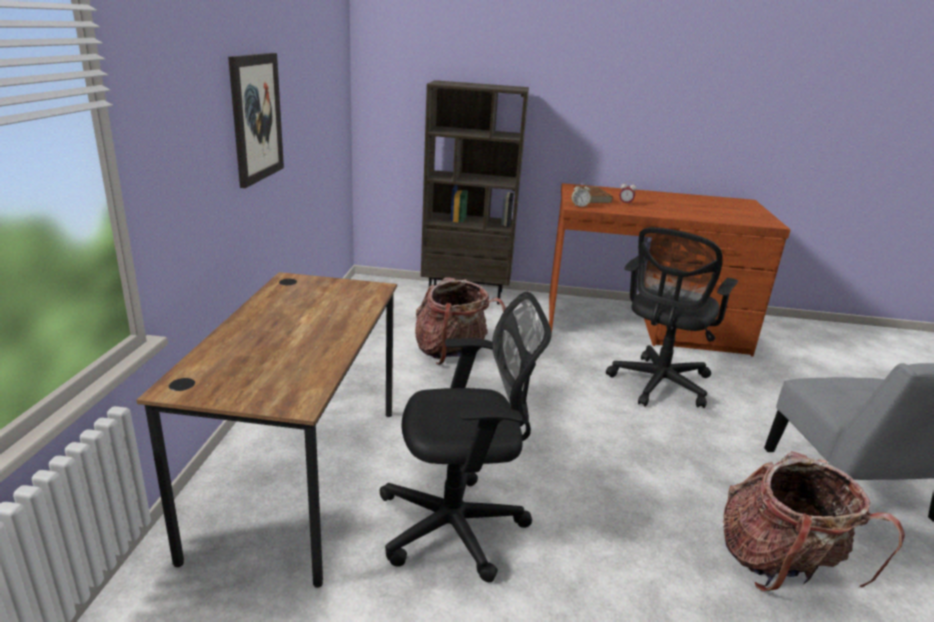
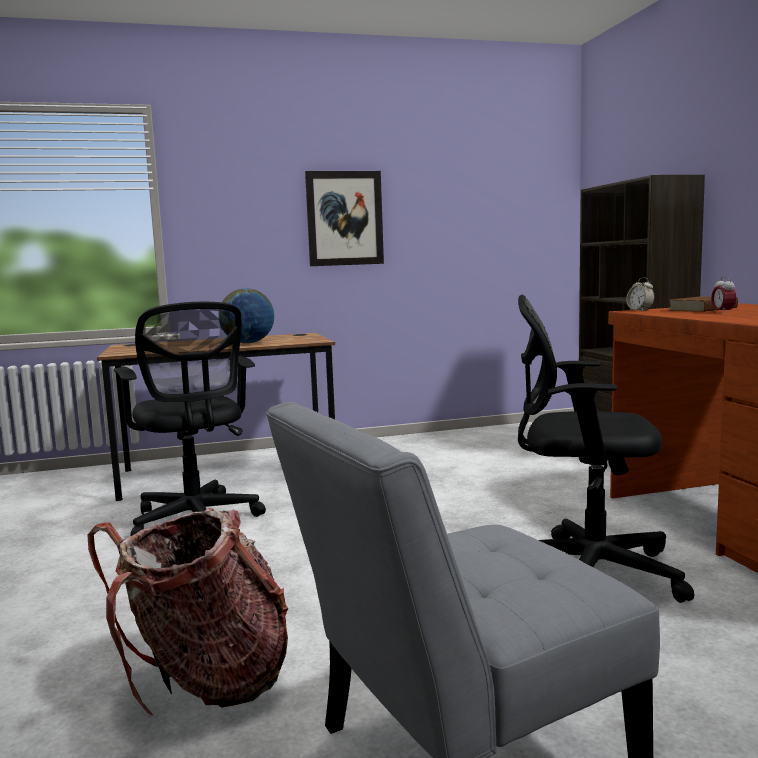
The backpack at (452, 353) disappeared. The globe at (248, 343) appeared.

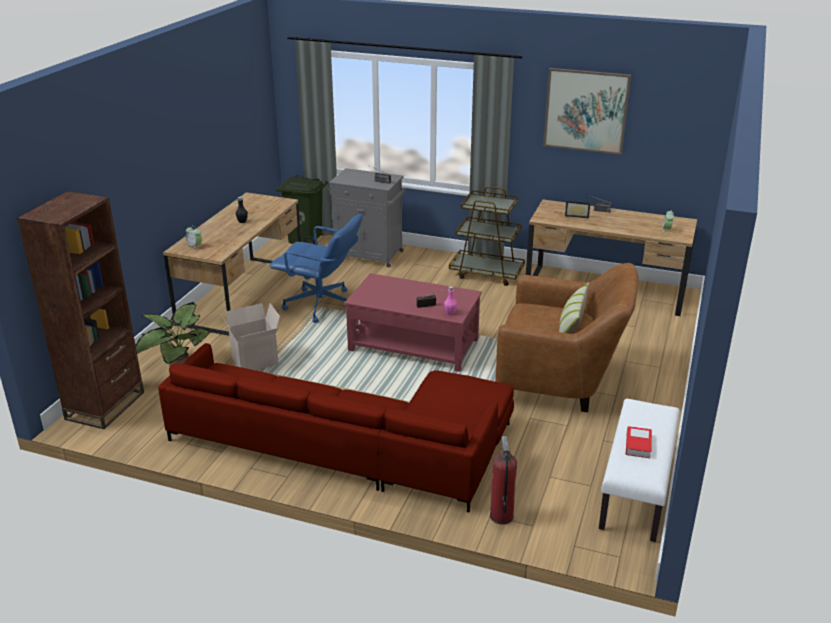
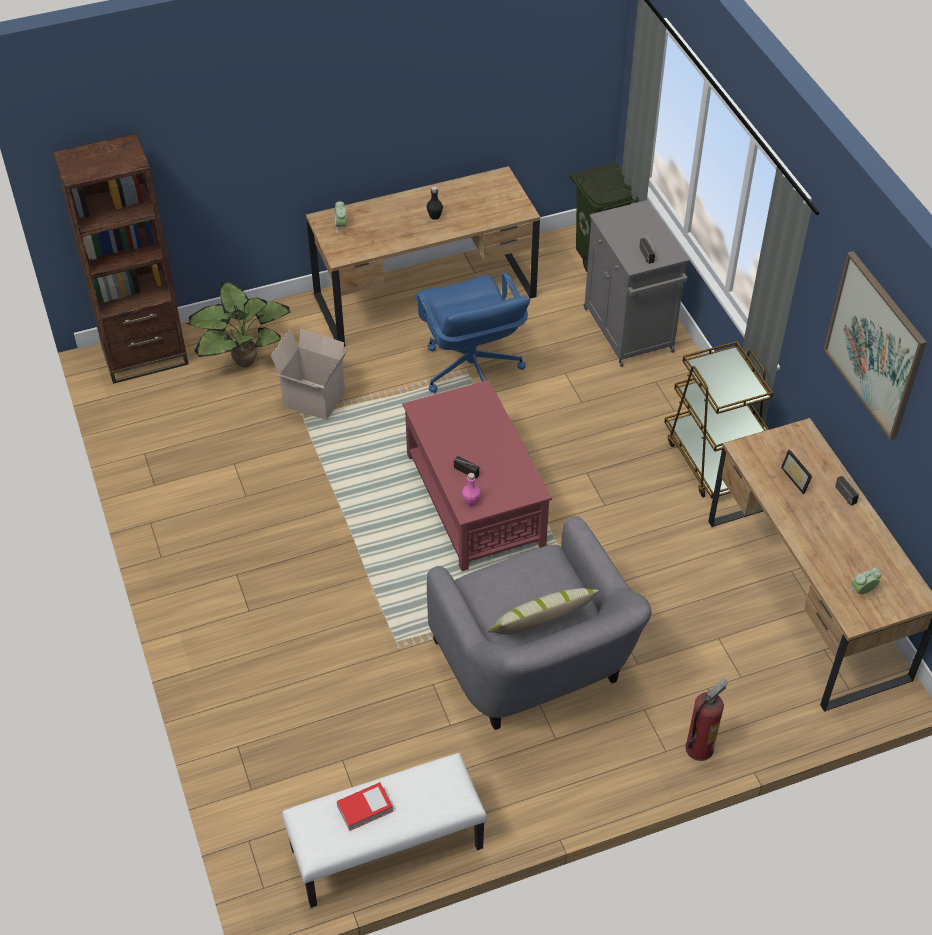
The red sofa at (350, 445) disappeared. The fire extinguisher moved from (501, 516) to (699, 748). The brown armchair at (560, 380) became the grey armchair at (535, 670).

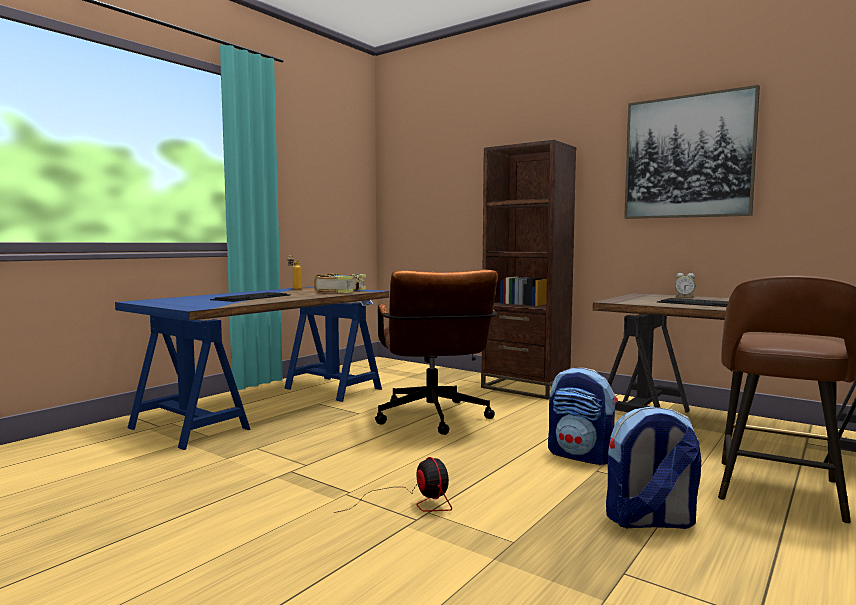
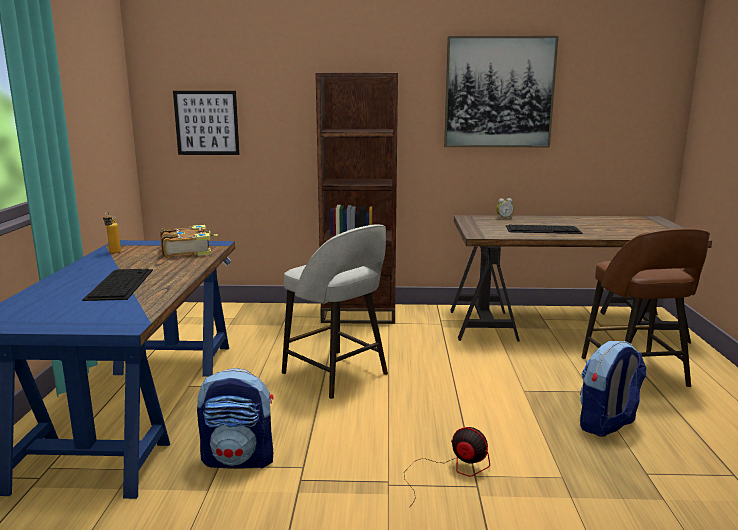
The picture at (206, 123) appeared. The backpack moved from (581, 456) to (239, 459). The brown office chair at (433, 420) was replaced by the grey stool at (337, 375).

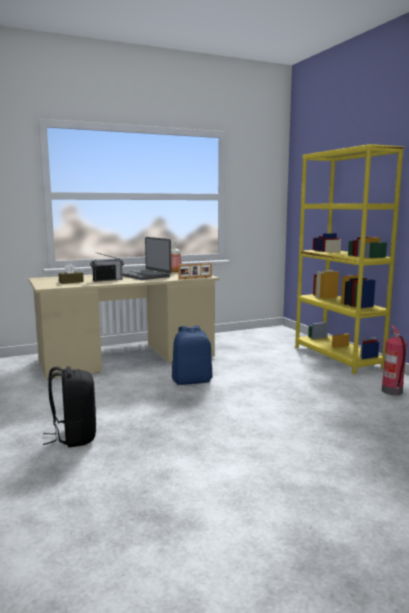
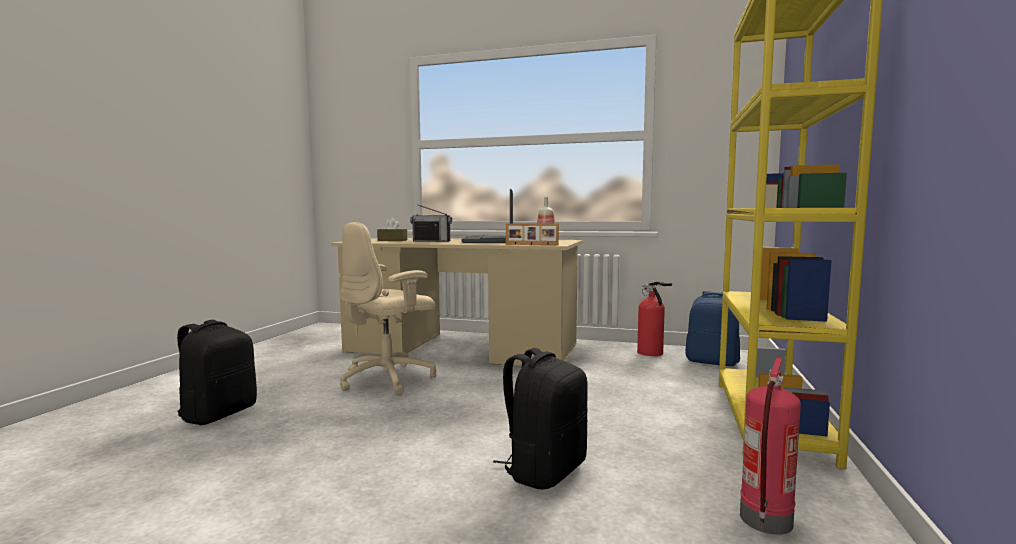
The beige office chair at (389, 379) appeared. The black backpack at (544, 470) appeared. The fire extinguisher at (651, 353) appeared. The blue backpack moved from (192, 381) to (712, 362).

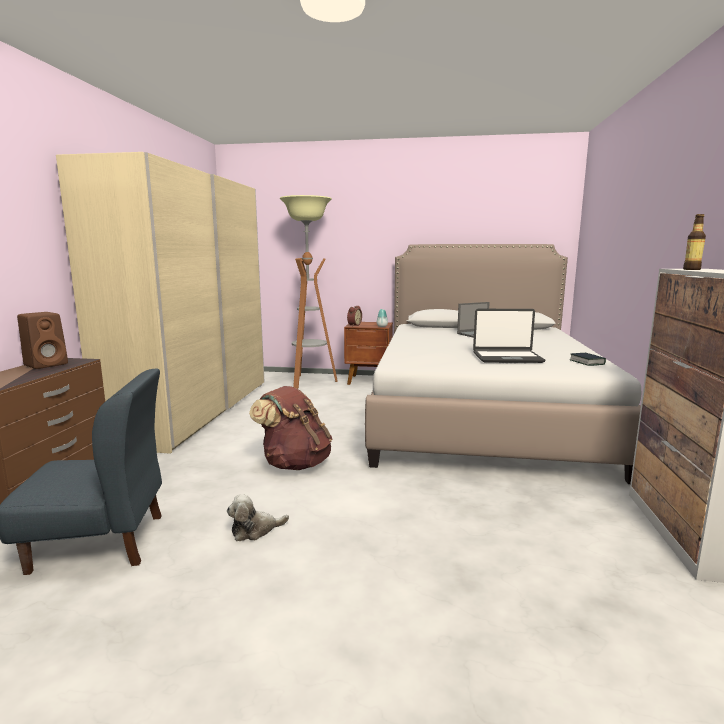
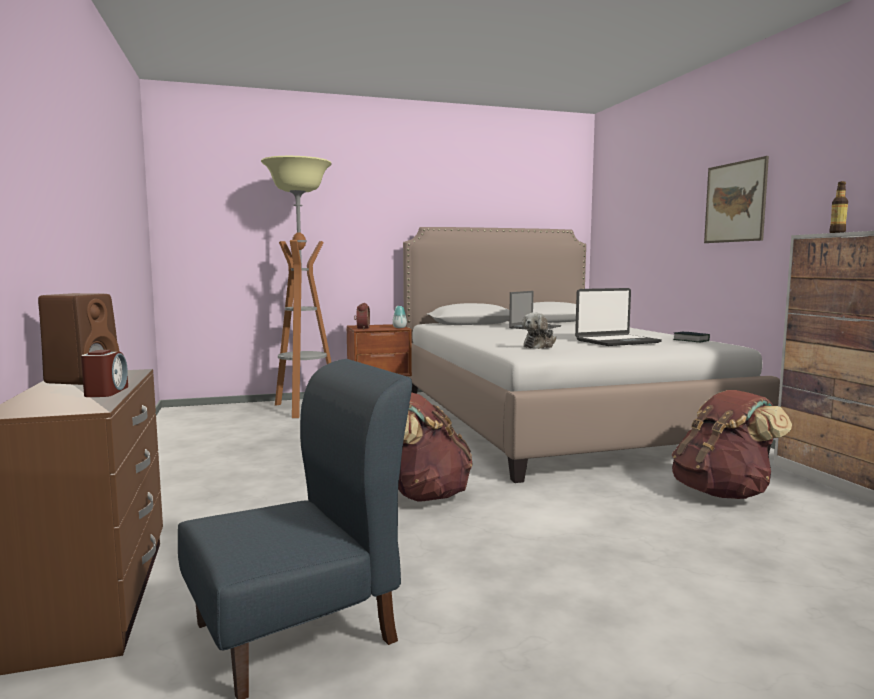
The beige wardrobe at (194, 410) disappeared. The alarm clock at (106, 392) appeared. The brown backpack at (722, 493) appeared. The picture at (735, 202) appeared. The plush toy moved from (255, 530) to (539, 346).

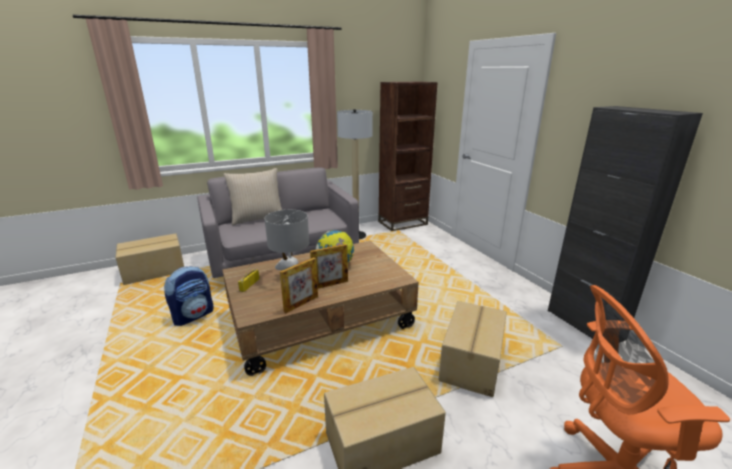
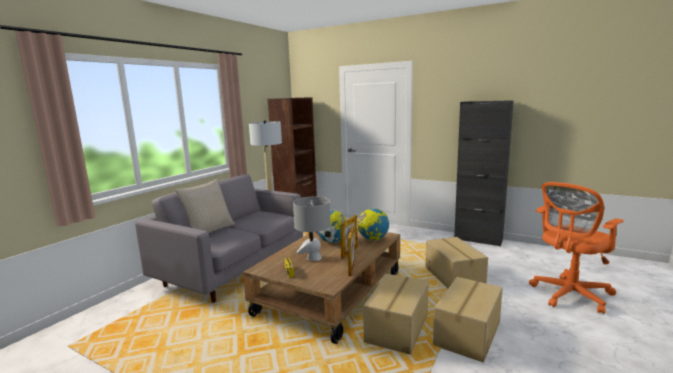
The backpack at (193, 315) disappeared. The globe at (373, 239) appeared. The cardboard box moved from (155, 271) to (398, 328).

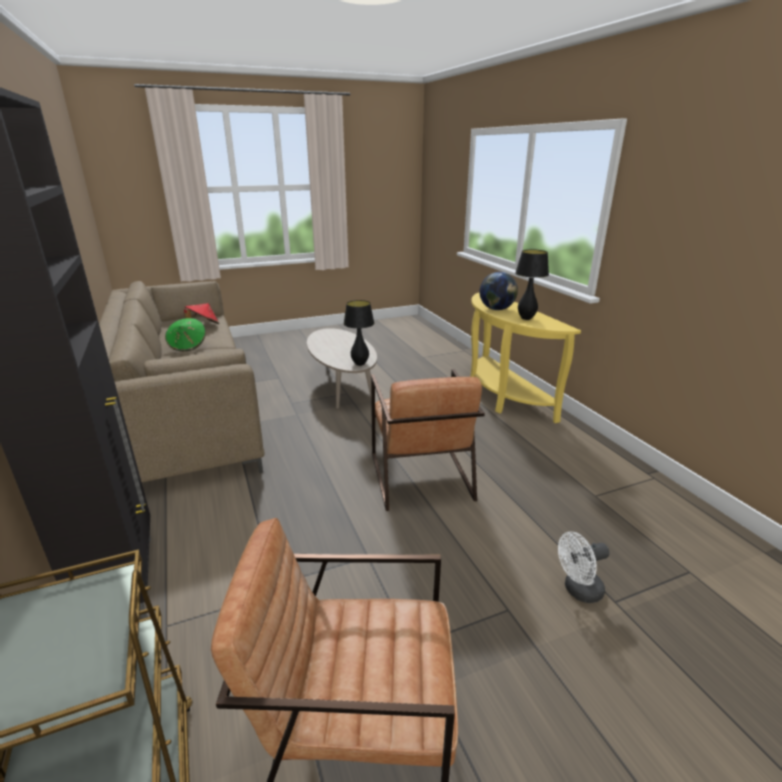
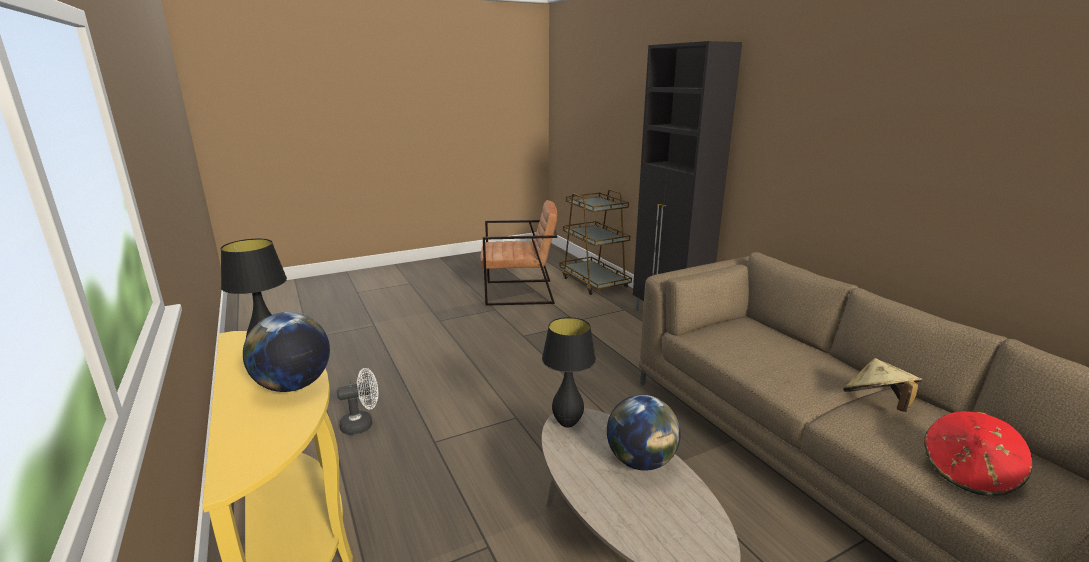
The brown armchair at (420, 476) disappeared. The globe at (640, 461) appeared. The white fan moved from (578, 590) to (362, 424). The green hat at (188, 346) became the beige hat at (877, 404).

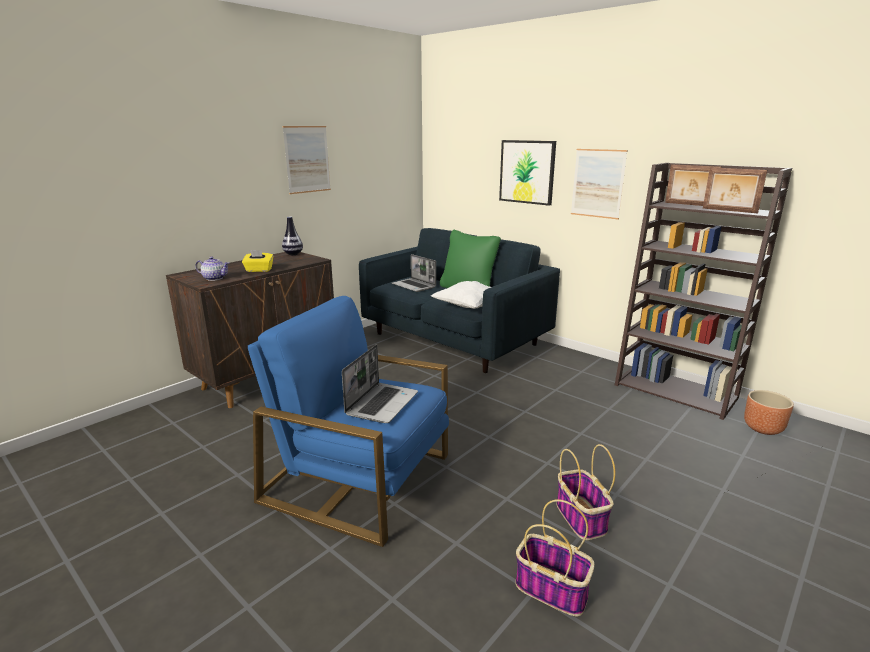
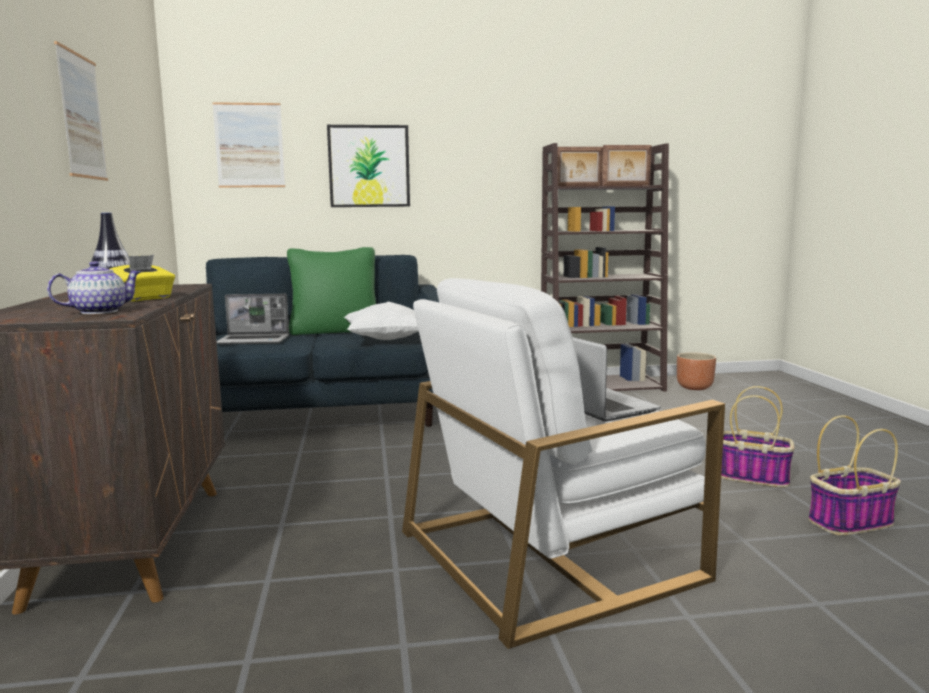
The picture moved from (597, 183) to (249, 145). The blue armchair at (360, 477) became the white armchair at (548, 552).

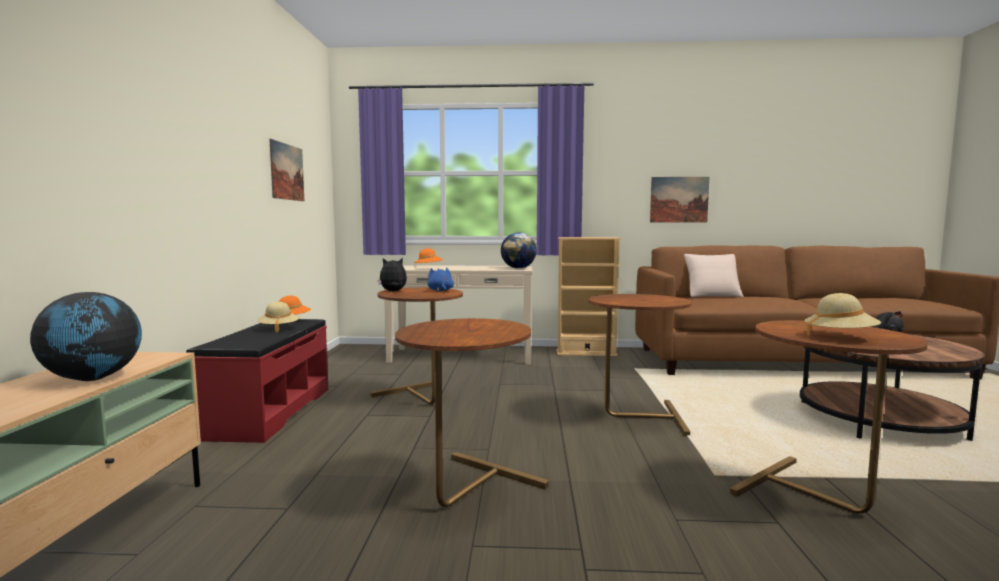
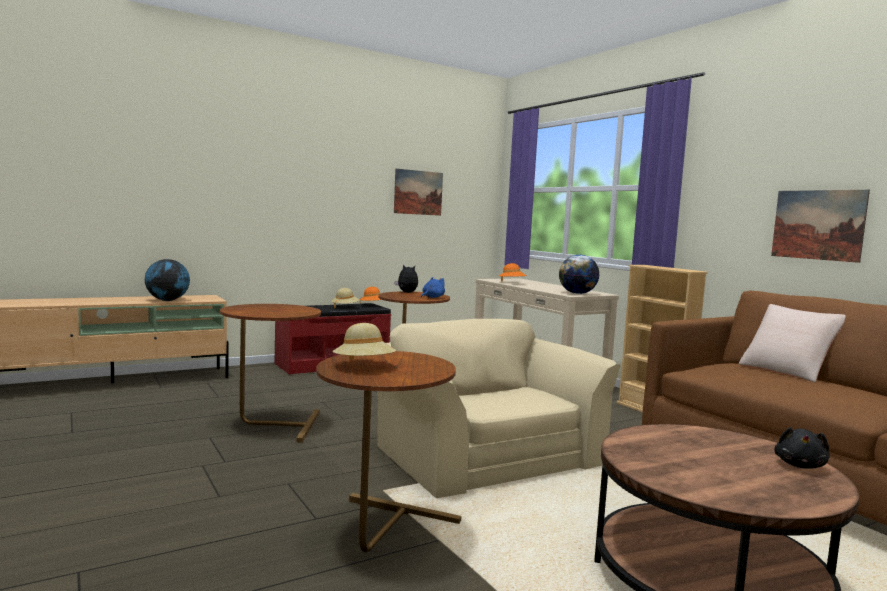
The brown side table at (636, 417) was replaced by the beige armchair at (484, 452).

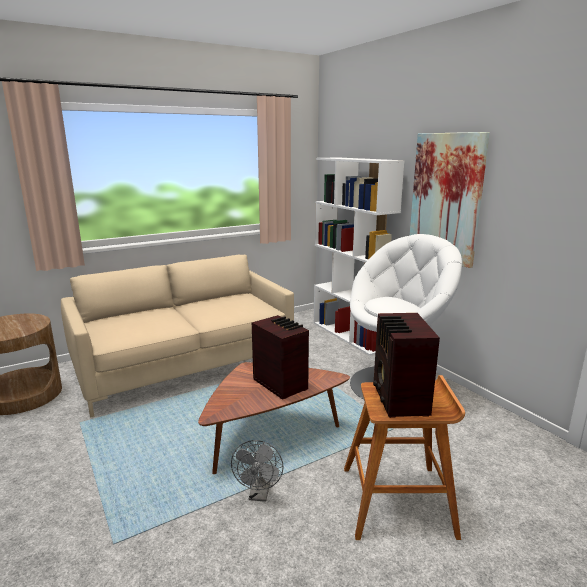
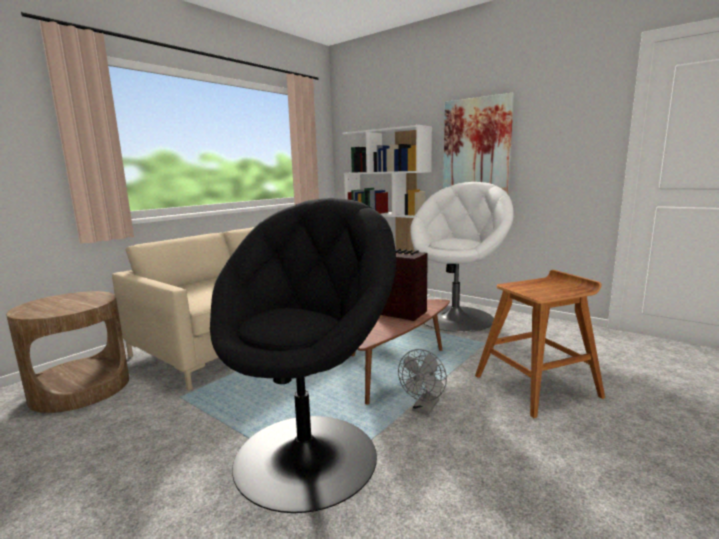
The radio at (399, 400) disappeared. The black armchair at (308, 456) appeared. The grey fan at (259, 494) turned 45 degrees clockwise.

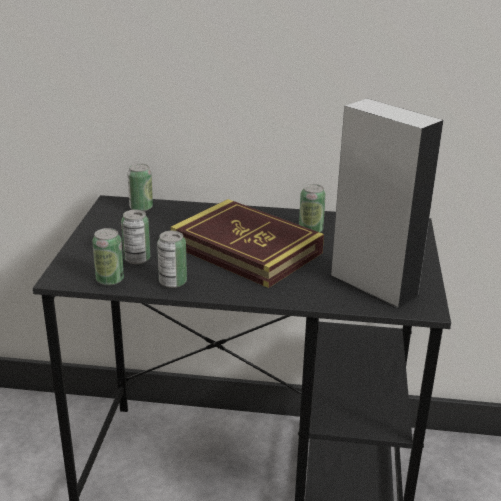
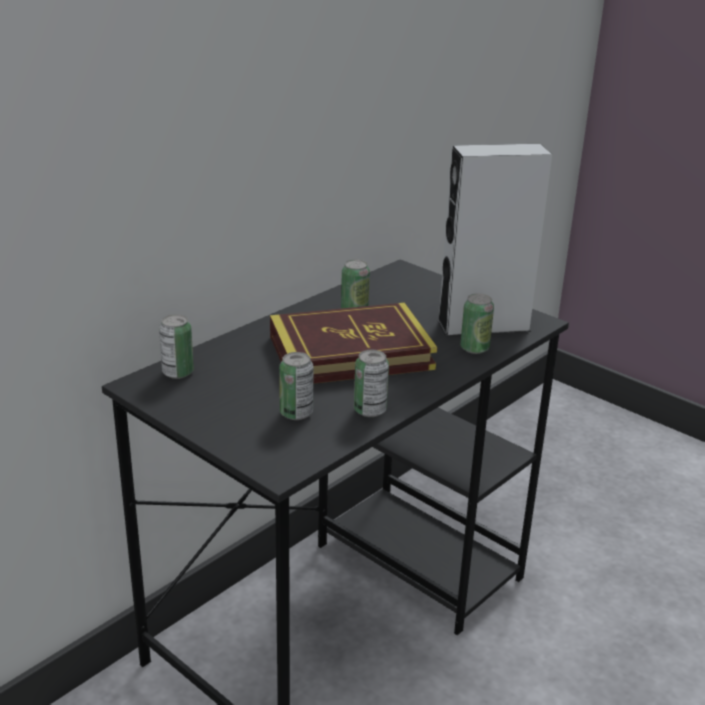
The can moved from (110, 280) to (474, 348).

